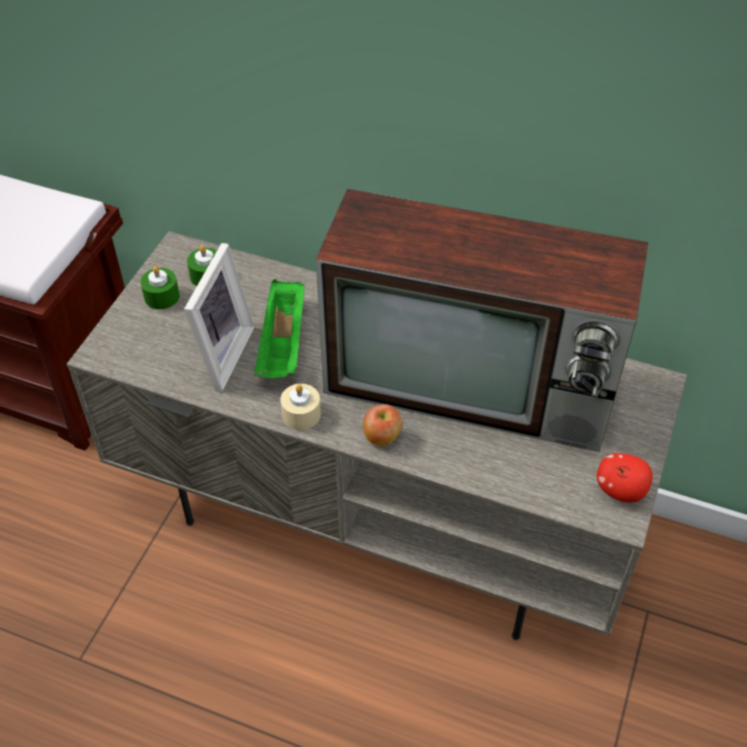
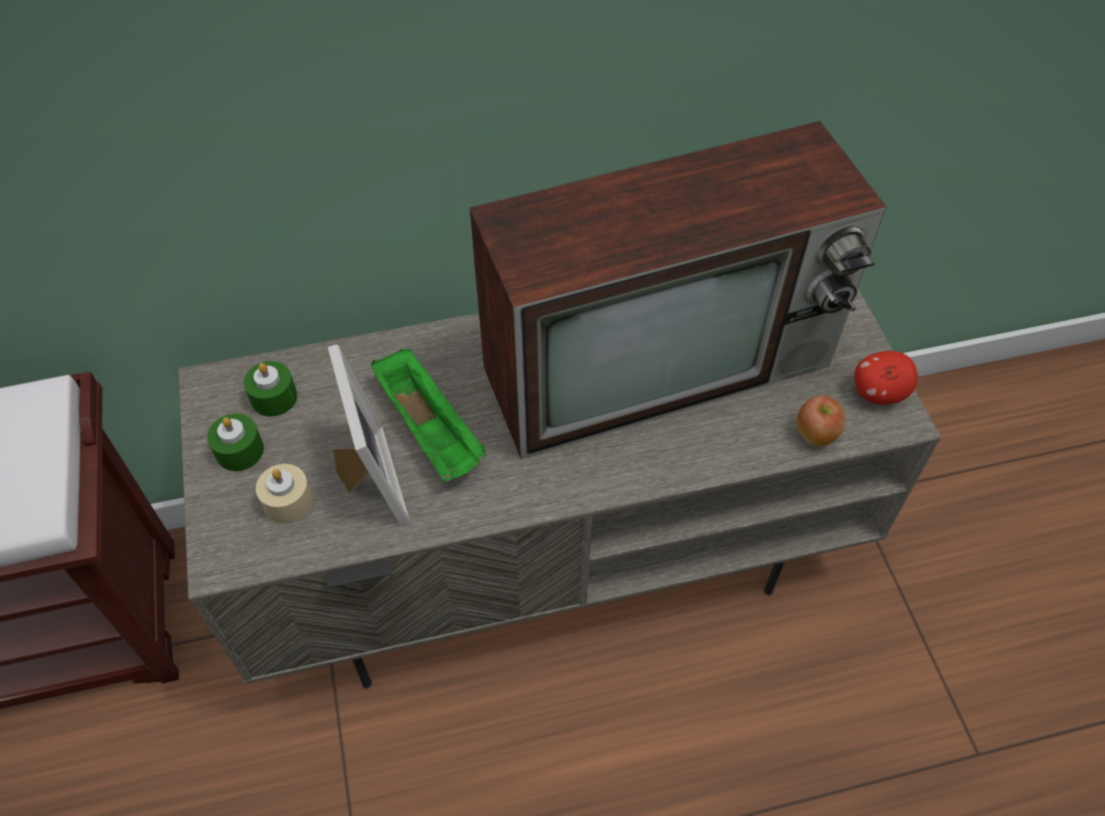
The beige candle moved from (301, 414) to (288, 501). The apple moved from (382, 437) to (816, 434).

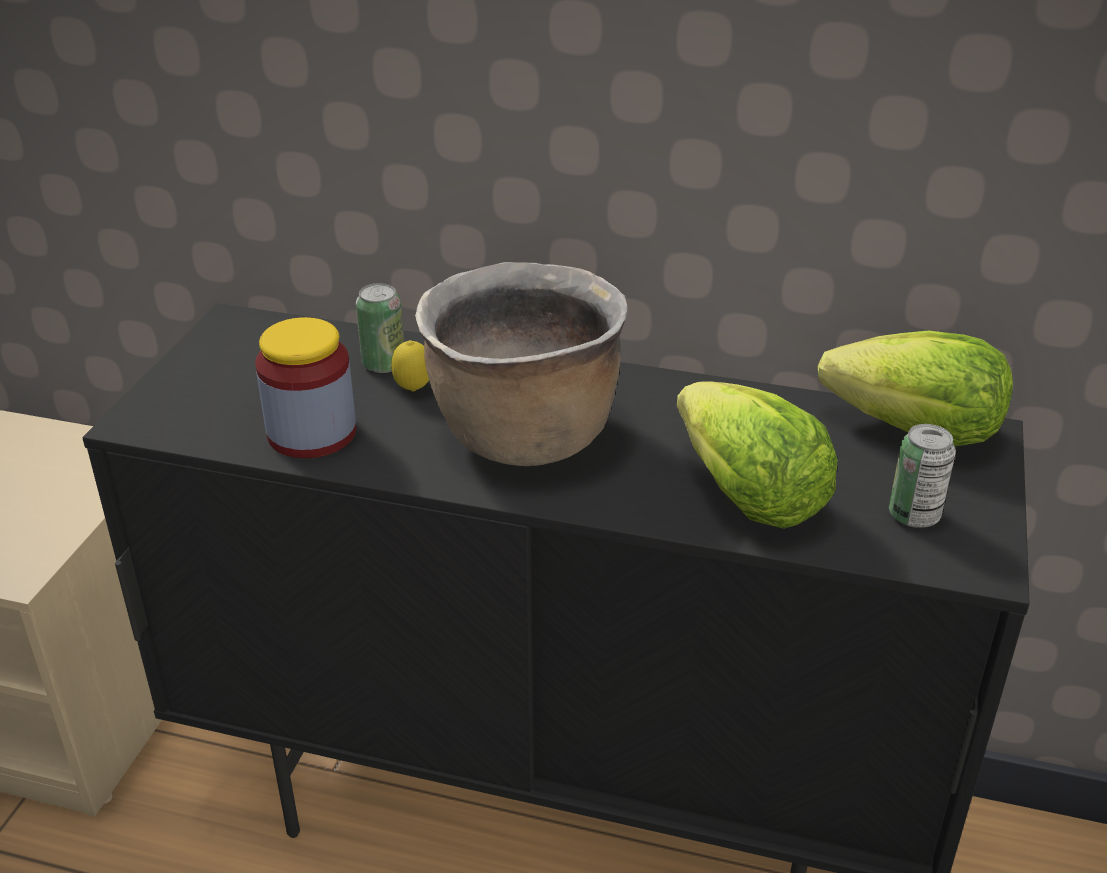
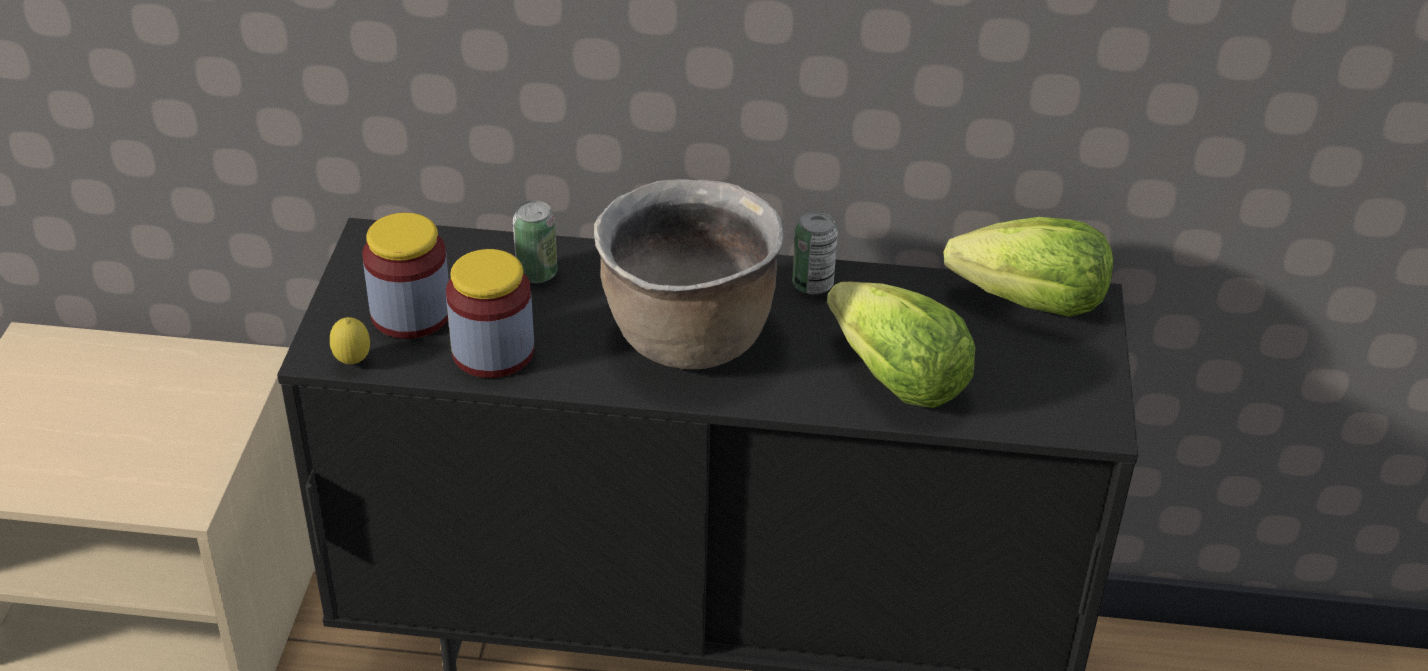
The jar at (411, 314) appeared. The lemon moved from (413, 390) to (353, 363). The can moved from (914, 515) to (812, 284).

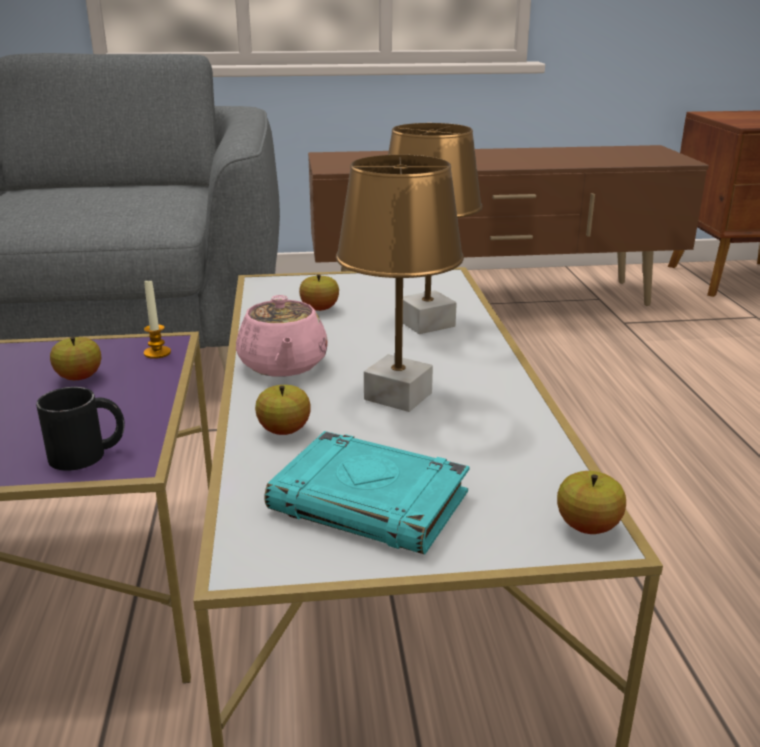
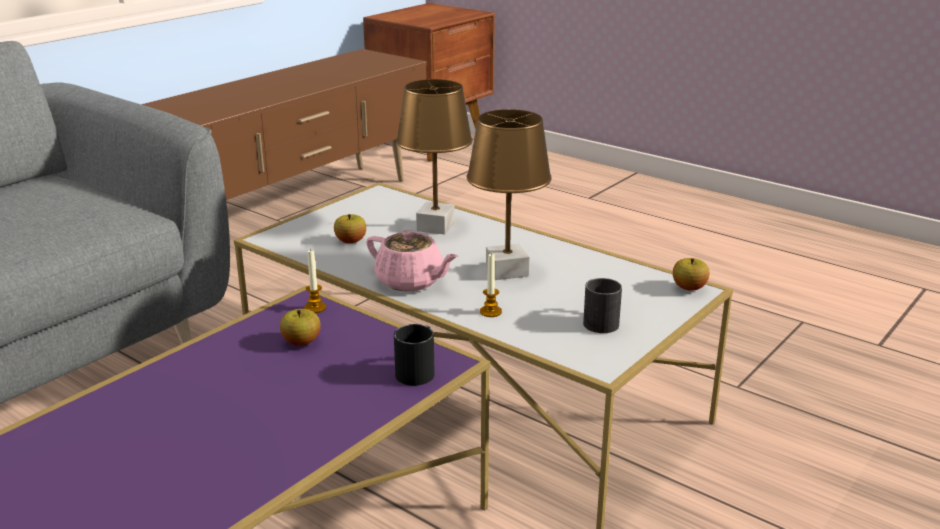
The apple at (284, 430) was replaced by the candle at (490, 312). The turquoise book at (371, 502) was replaced by the black mug at (597, 320).

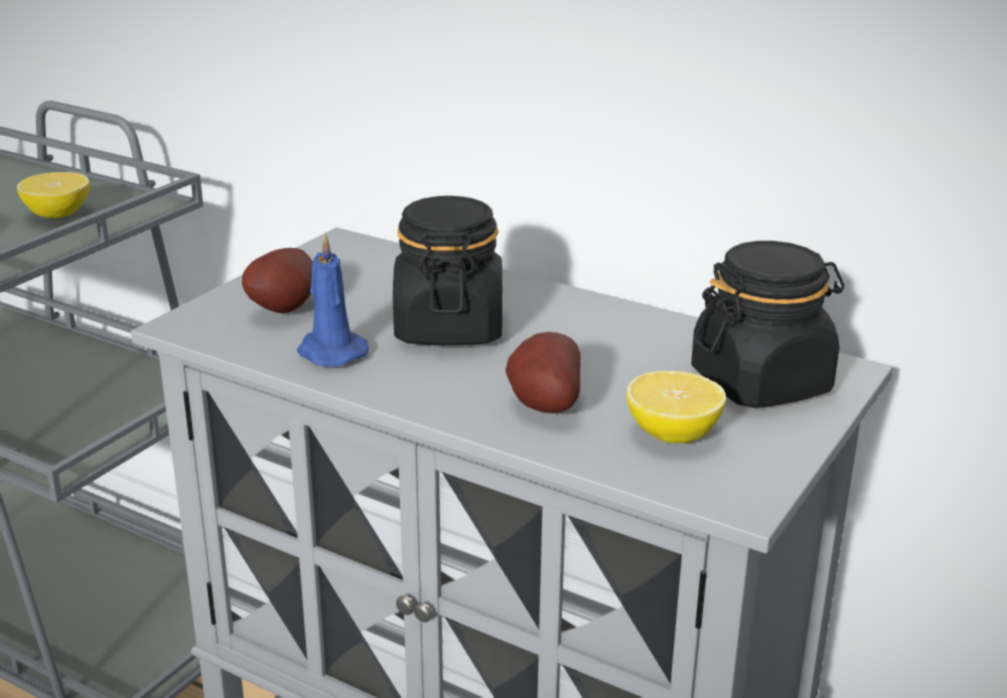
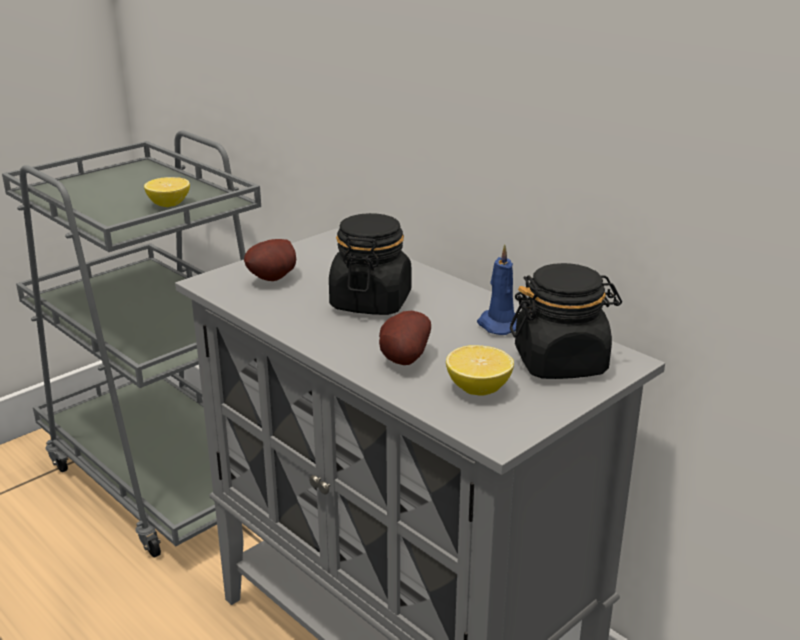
The blue candle moved from (330, 352) to (499, 325).

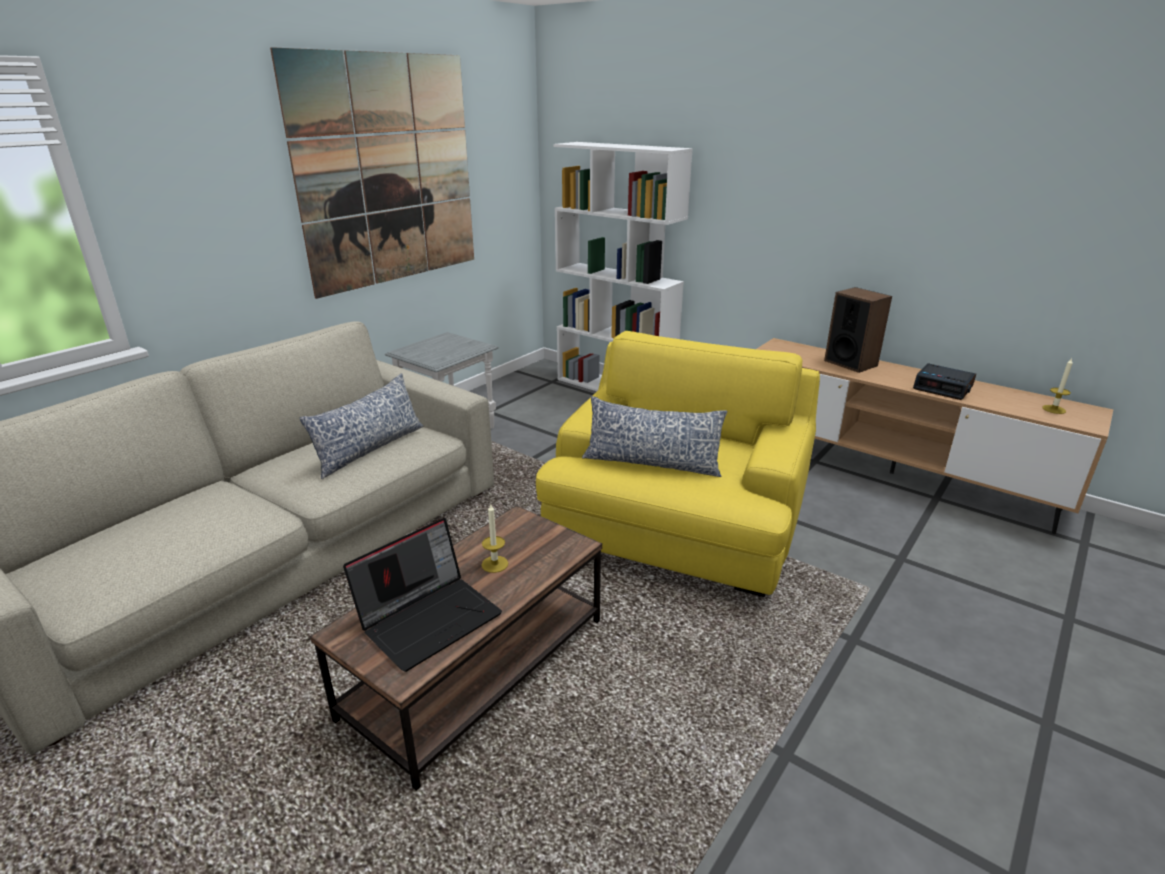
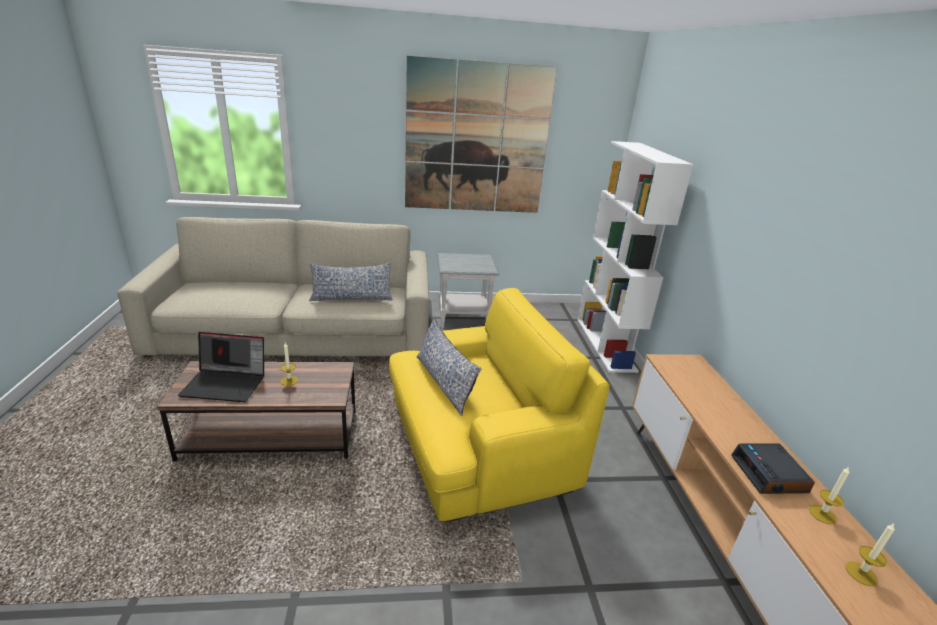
The speaker at (850, 363) disappeared. The candle at (822, 514) appeared.

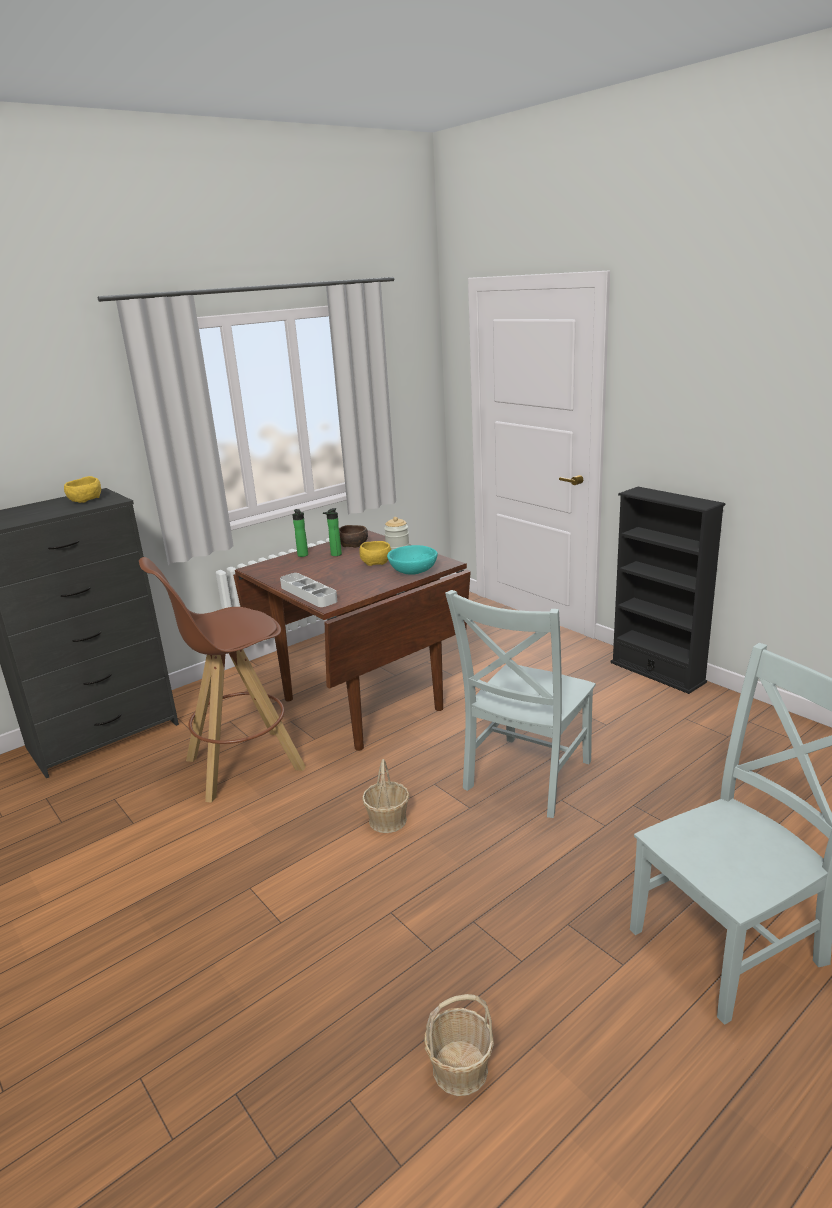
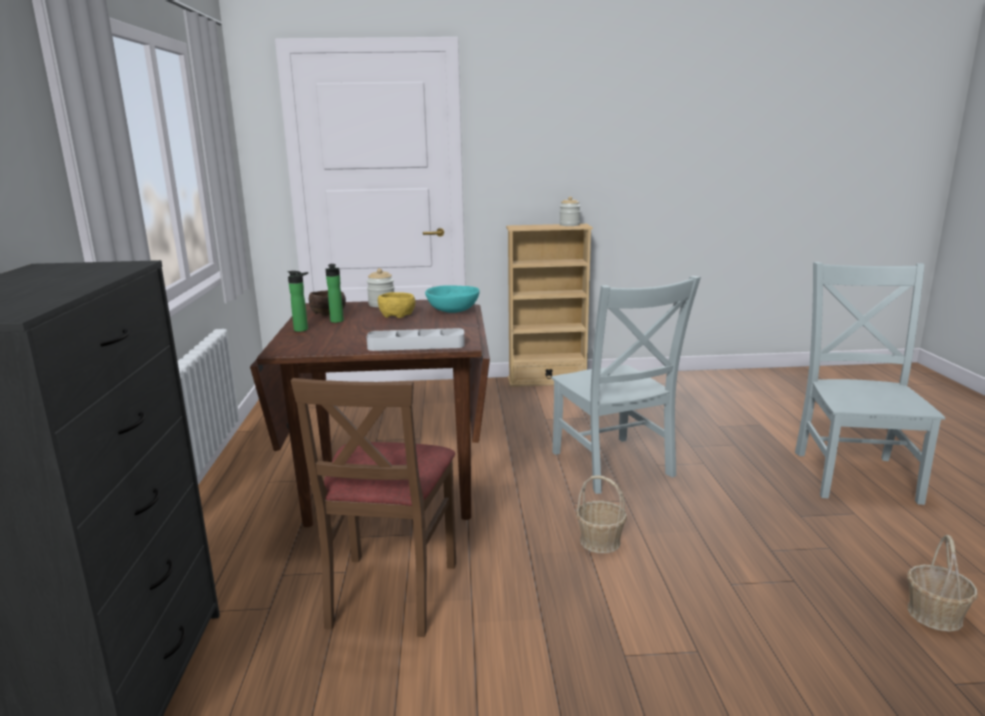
The yellow bowl at (85, 500) disappeared. The jar at (569, 225) appeared. The brown stool at (243, 764) was replaced by the brown chair at (390, 593). The black bookcase at (657, 672) became the beige bookcase at (547, 380).

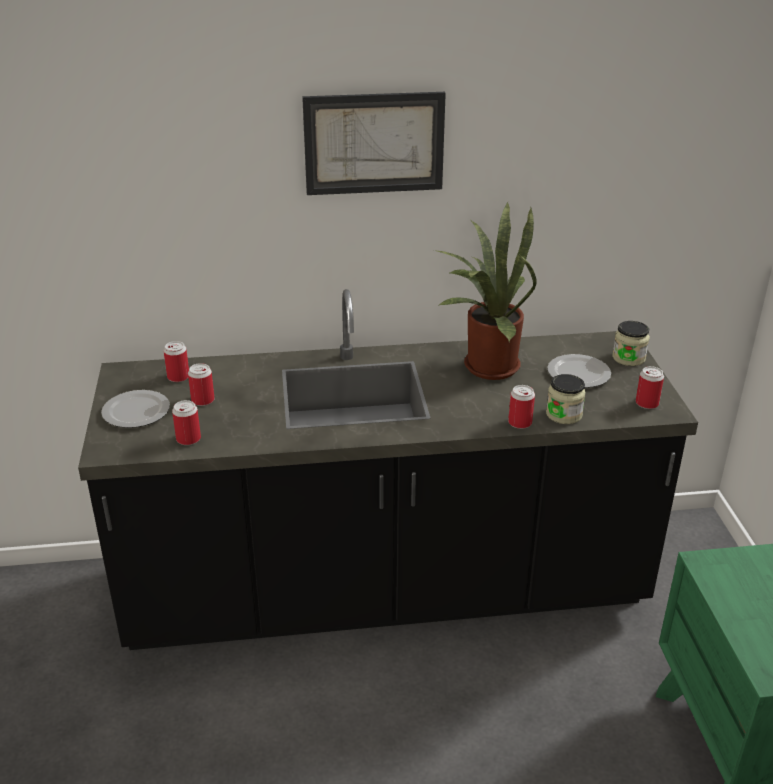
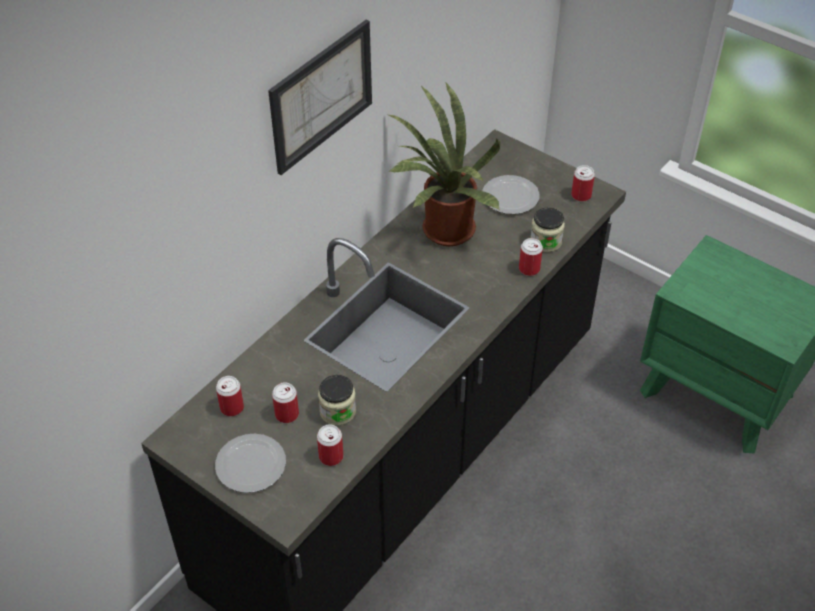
The jar moved from (628, 358) to (337, 411).

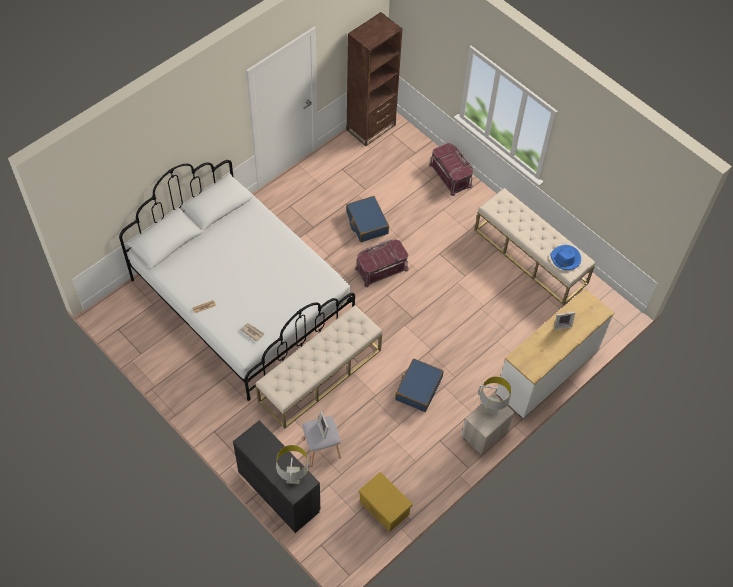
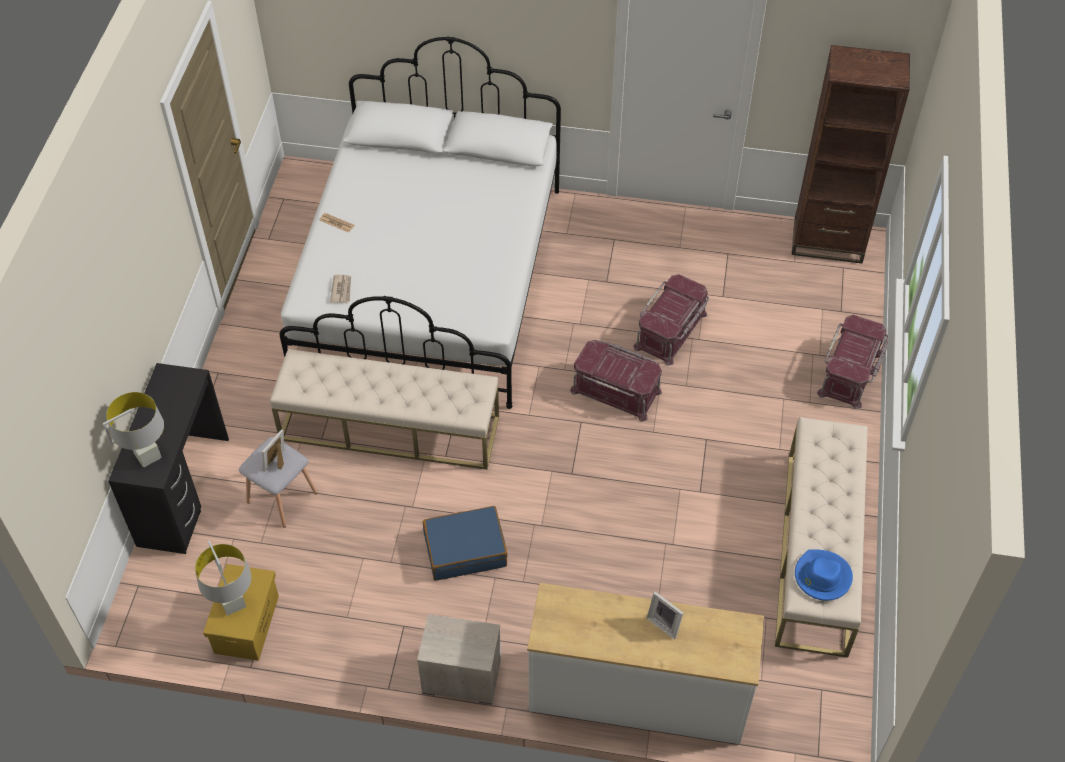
The grey table lamp moved from (491, 409) to (233, 604). The blue suitcase at (367, 223) was replaced by the red storage box at (671, 331).

